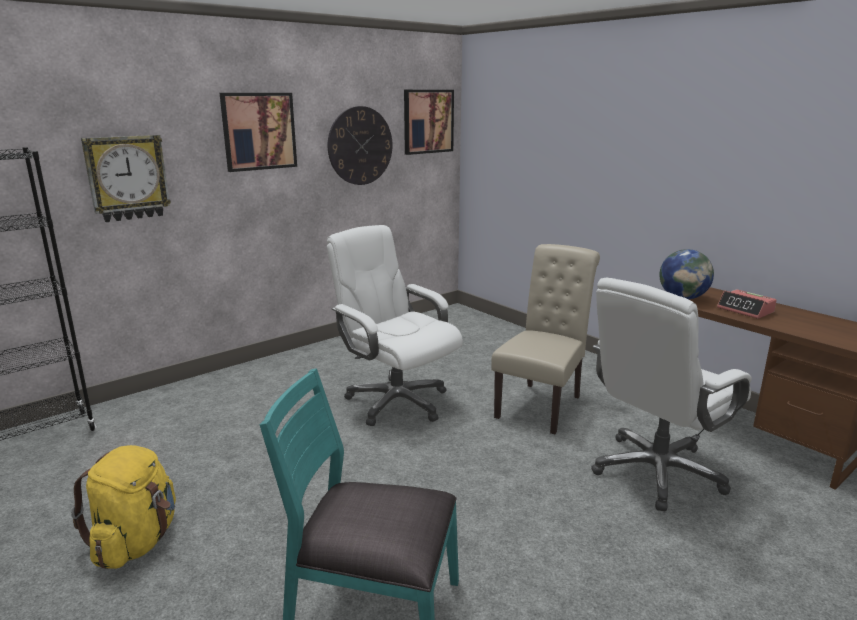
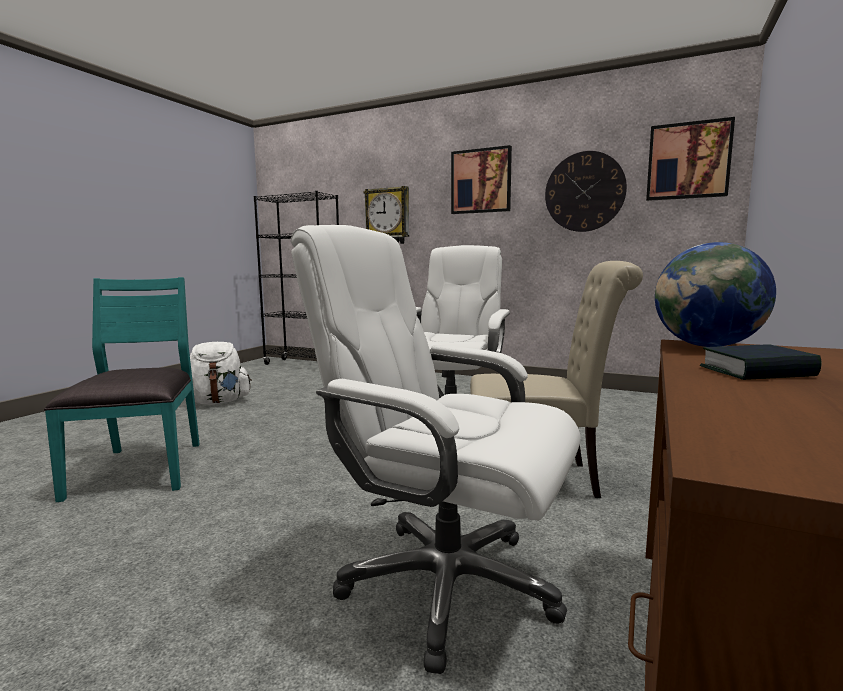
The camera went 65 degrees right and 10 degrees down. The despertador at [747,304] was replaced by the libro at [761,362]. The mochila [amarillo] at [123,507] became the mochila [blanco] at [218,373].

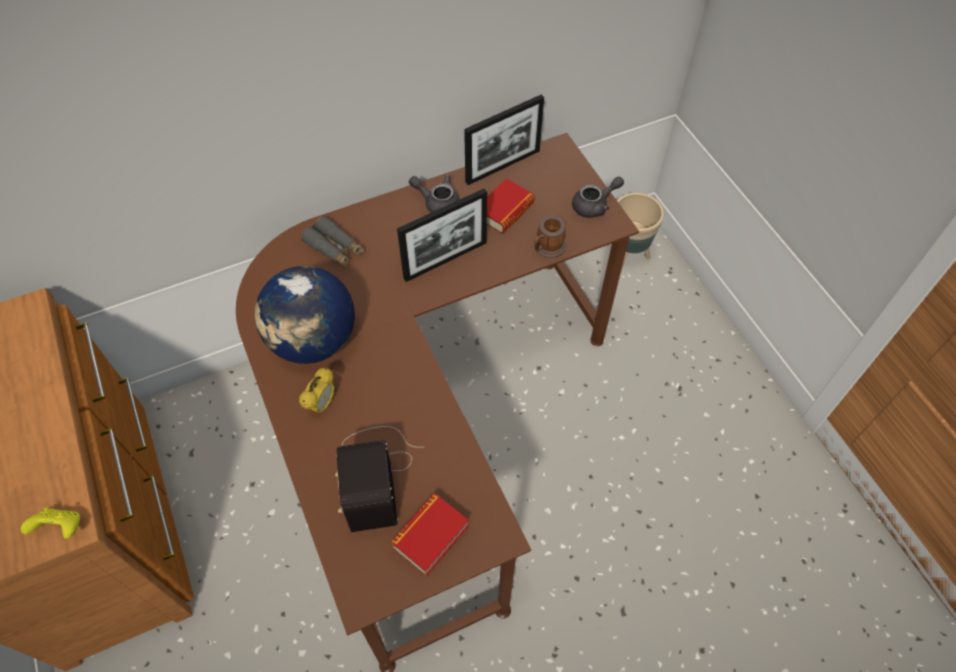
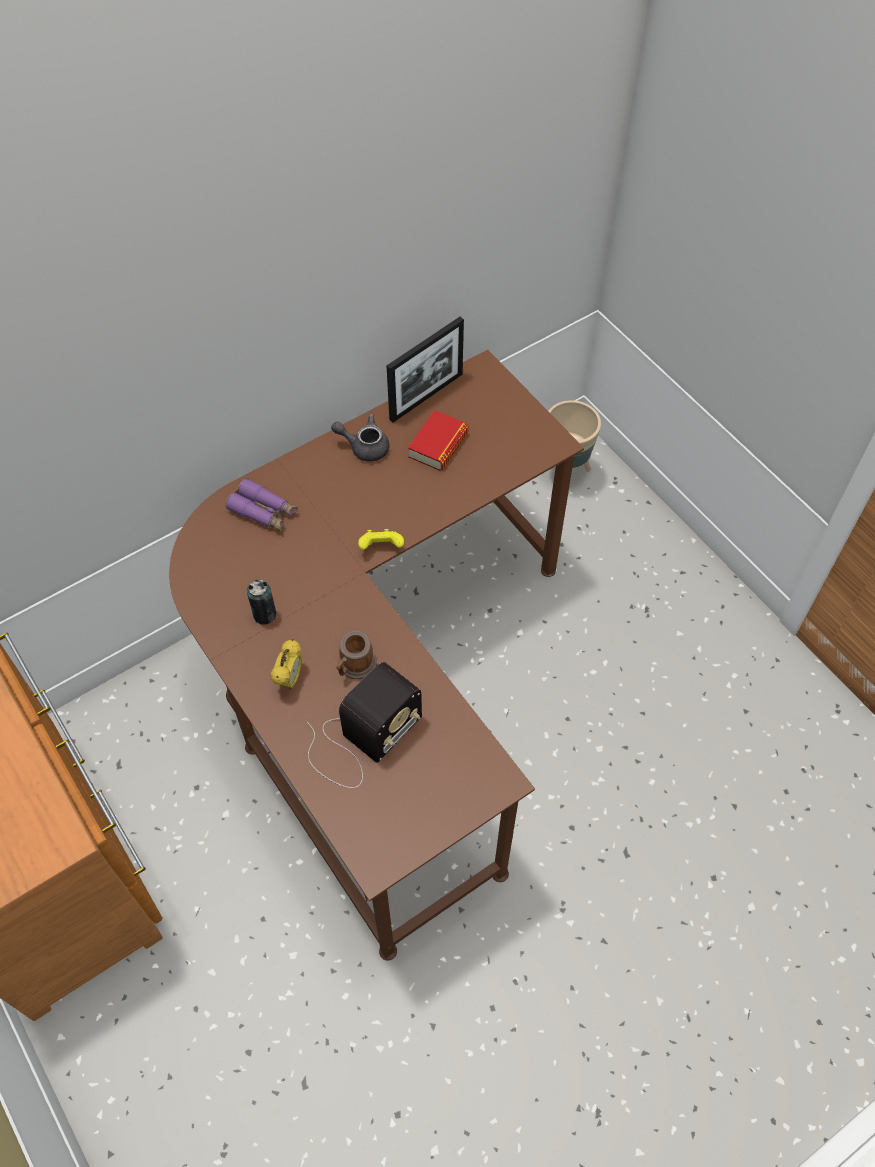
The camera went 10 degrees left and 0 degrees up. The tetera [gris] at [598,197] disappeared. The portarretratos at [442,235] disappeared. The taza grande moved from [550,236] to [356,654]. The prismáticos [gris] at [333,242] became the prismáticos [morado] at [262,504]. The globo terráqueo at [305,315] was replaced by the lata at [261,602]. The radio at [380,479] turned 120 degrees counterclockwise. The libro at [430,535] disappeared. The mando de consola [amarillo] moved from [51,523] to [381,539].

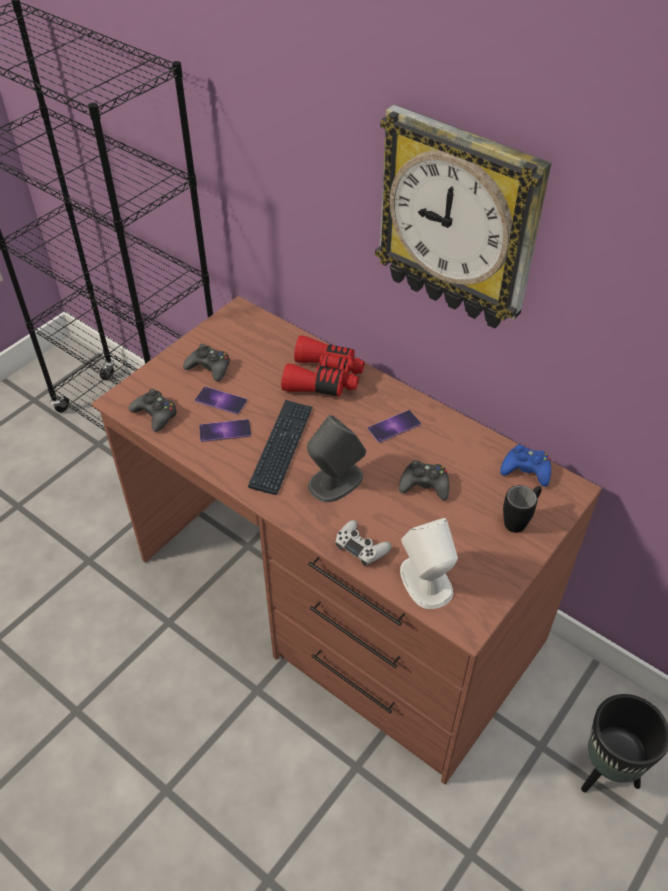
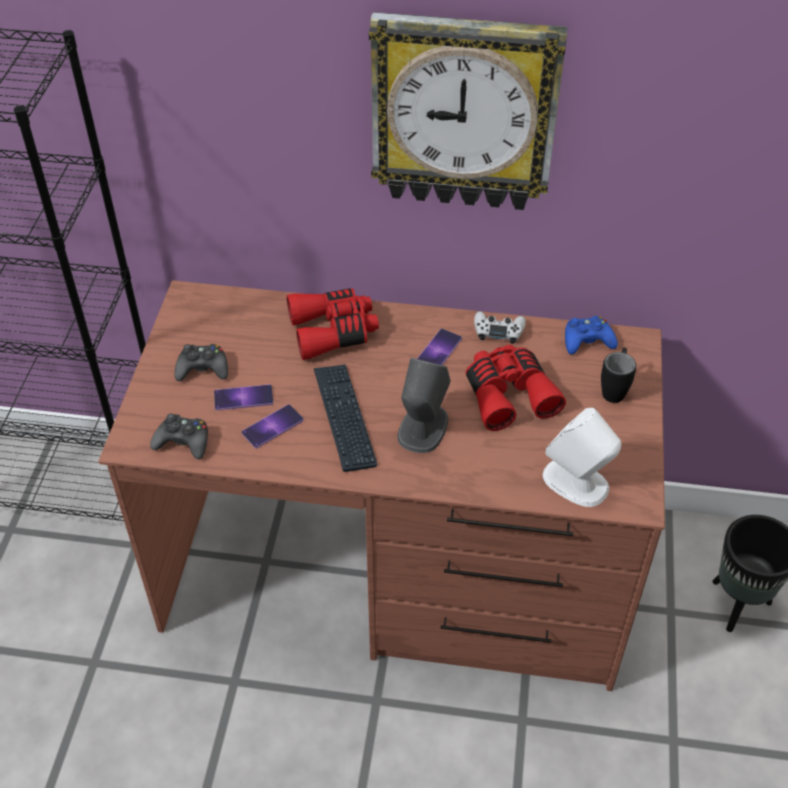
The camera went 30 degrees left and 0 degrees up. The mando de consola [negro] at [424,480] was replaced by the prismáticos [rojo] at [516,388]. The mando de consola [blanco] moved from [363,543] to [500,327].

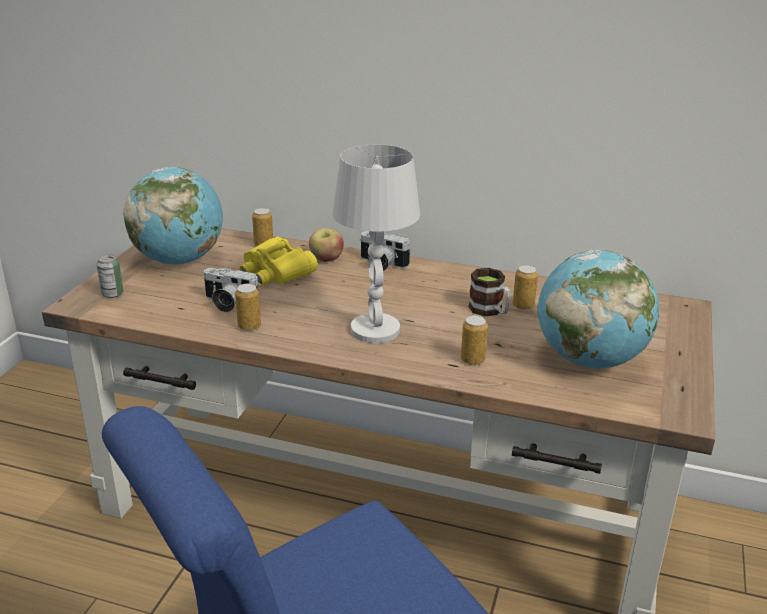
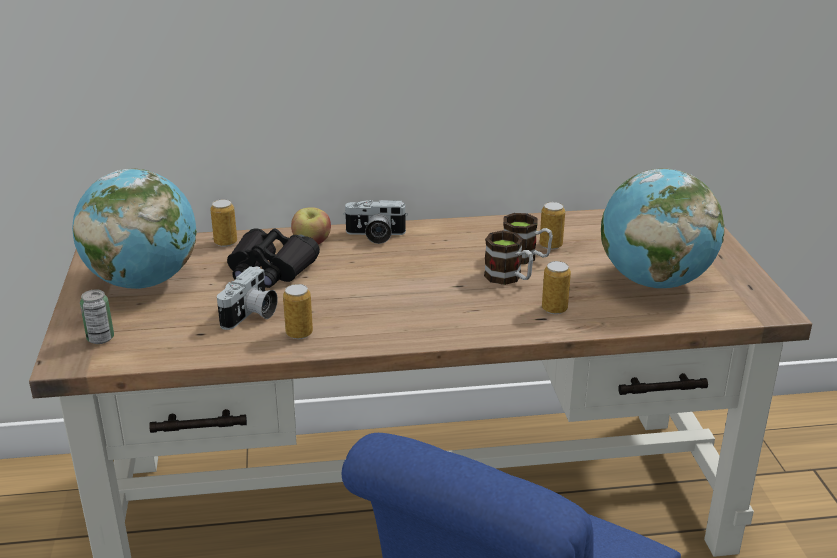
The camera went 25 degrees left and 0 degrees up. The lámpara de mesa [blanco] at [376,243] disappeared. The prismáticos [amarillo] at [279,261] became the prismáticos [negro] at [273,258]. The cámara at [231,290] turned 60 degrees counterclockwise. The taza grande at [508,257] appeared.

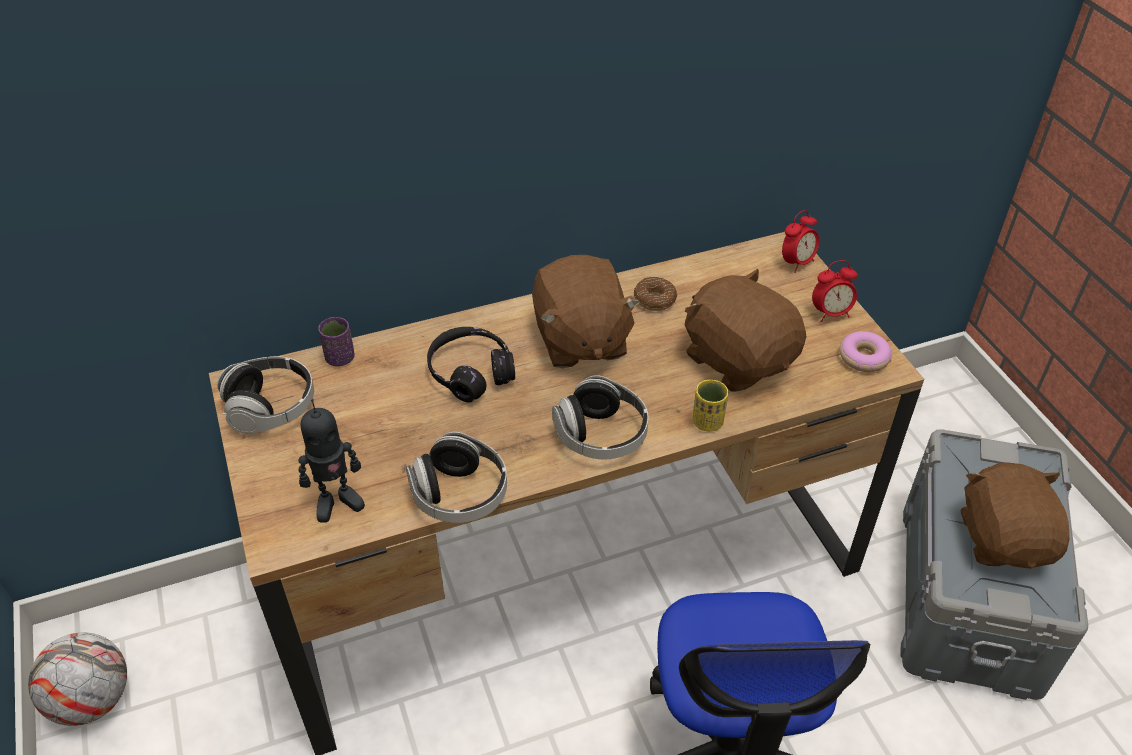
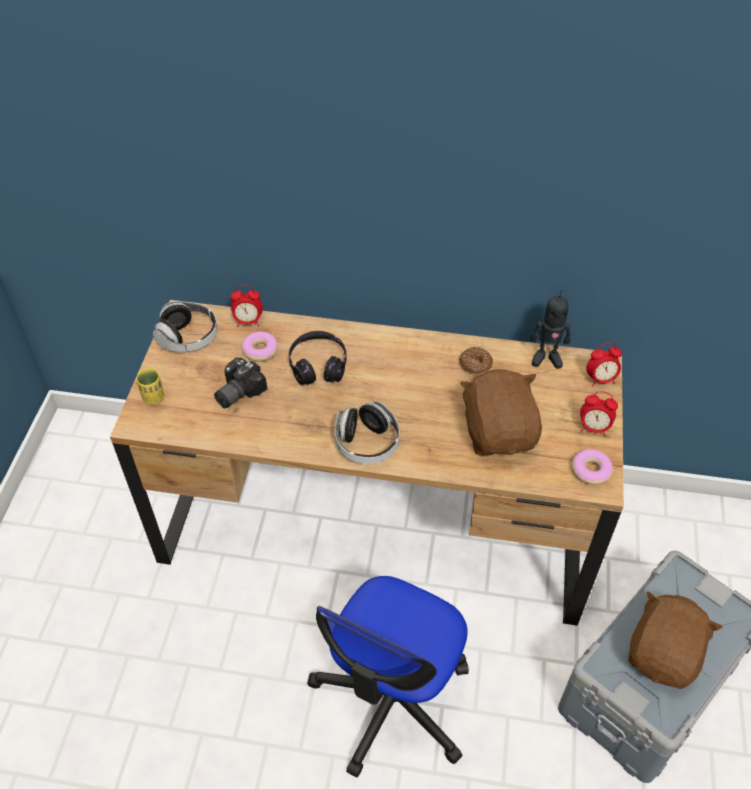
The camera went 30 degrees right and 5 degrees up. The peluche [marrón] at [586,311] disappeared. The taza [morado] at [336,341] was replaced by the despertador at [246,306]. The taza [amarillo] moved from [710,405] to [150,386]. The robot de juguete moved from [331,461] to [551,329]. The auriculares at [456,477] disappeared. The balón de fútbol at [77,679] disappeared. The rosquilla at [260,347] appeared. The cámara at [240,383] appeared.

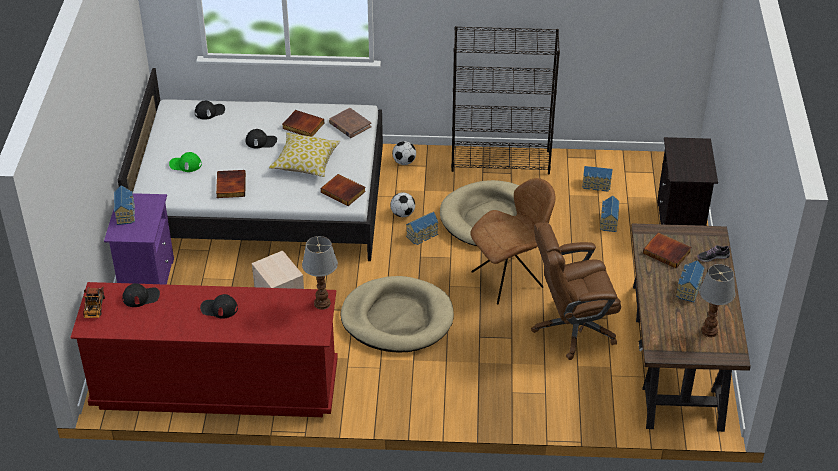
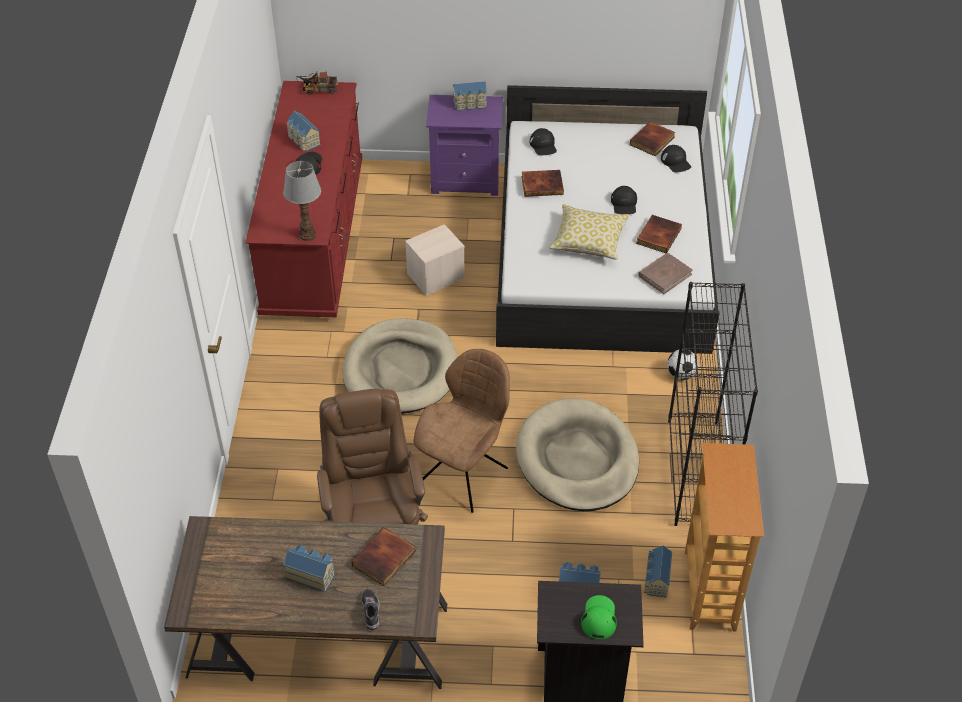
The camera went 90 degrees right and 5 degrees up. The gorra [verde] moved from [185,162] to [599,617]. The libro moved from [343,190] to [652,139]. The silla [marrón] at [512,241] turned 120 degrees counterclockwise. The balón de fútbol at [402,204] disappeared. The casita moved from [422,228] to [304,131]. The lámpara de mesa at [717,300] disappeared. The gorra [negro] moved from [141,295] to [543,141]. The estantería at [724,537] appeared.

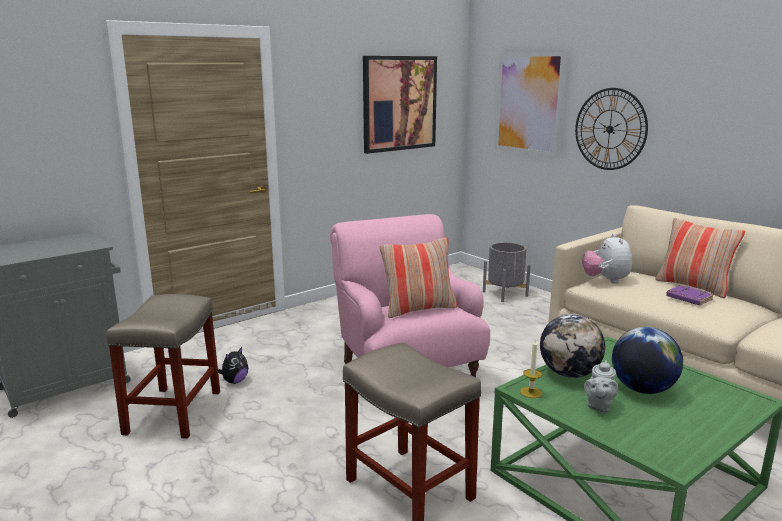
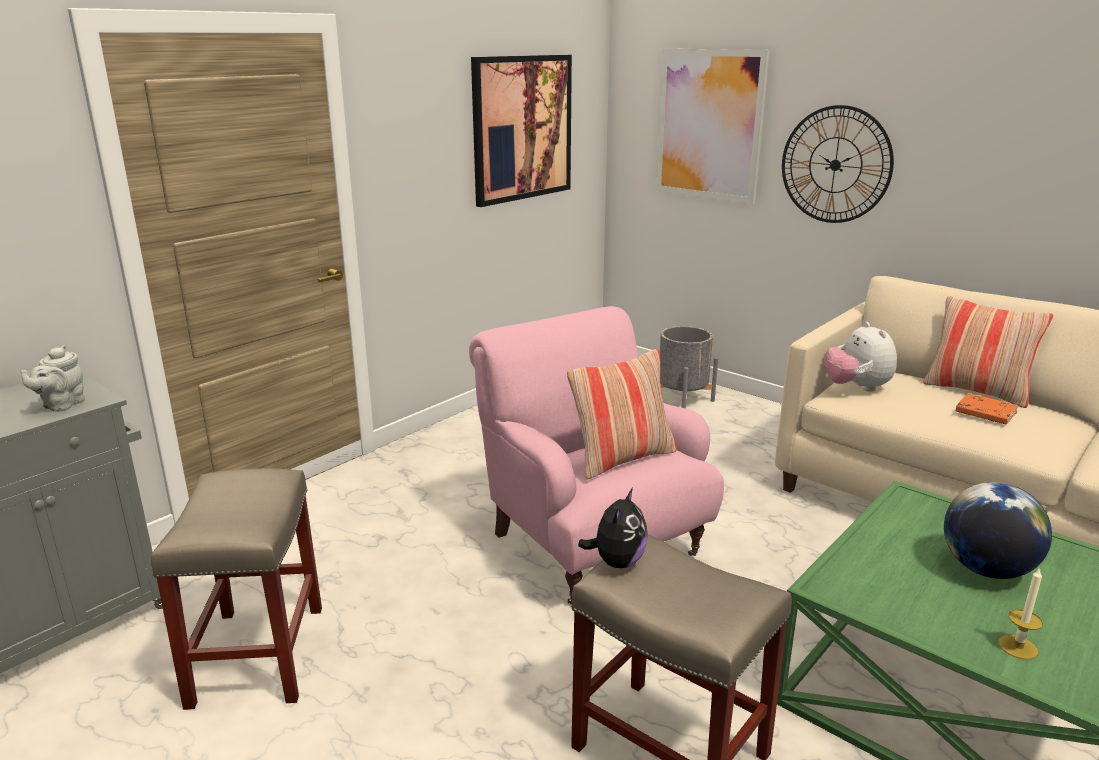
The camera went 10 degrees left and 5 degrees up. The libro [morado] at [690,295] became the libro [naranja] at [987,408]. The globo terráqueo at [572,346] disappeared. The vela moved from [531,368] to [1020,613]. The peluche moved from [233,365] to [613,528]. The tetera [gris] moved from [601,386] to [53,378].

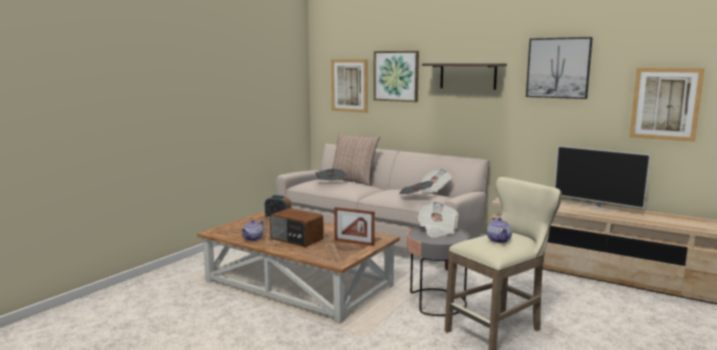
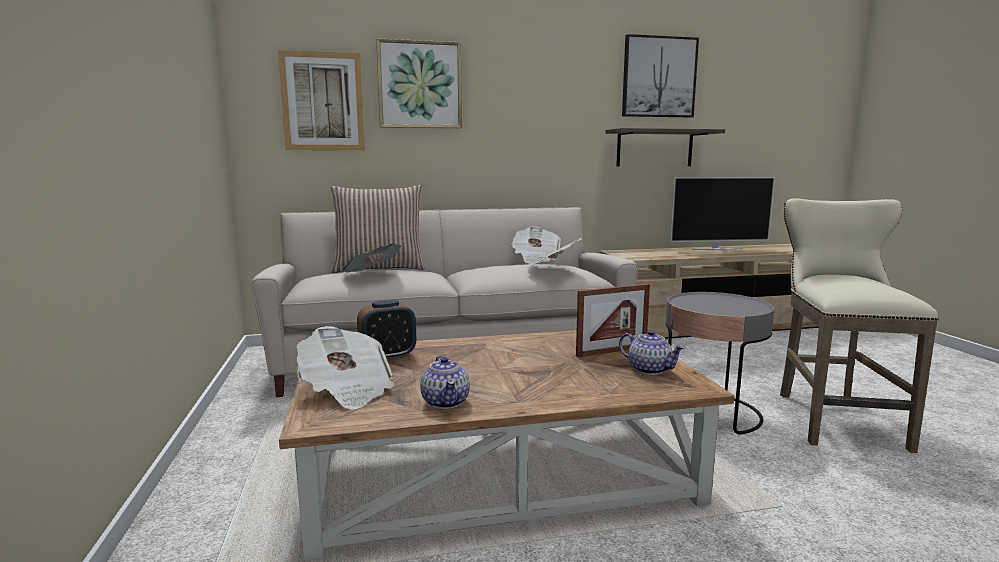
The camera went 45 degrees left and 0 degrees up. The estante moved from [464,76] to [665,147]. The cuadro at [667,105] disappeared. The periódico moved from [438,219] to [345,368]. The radio at [297,227] disappeared. The tetera moved from [499,230] to [652,352].

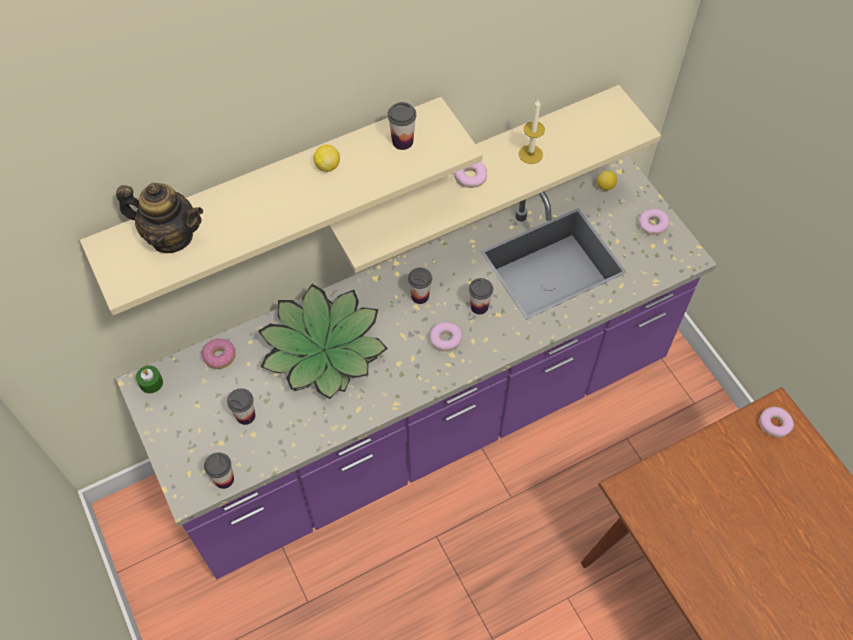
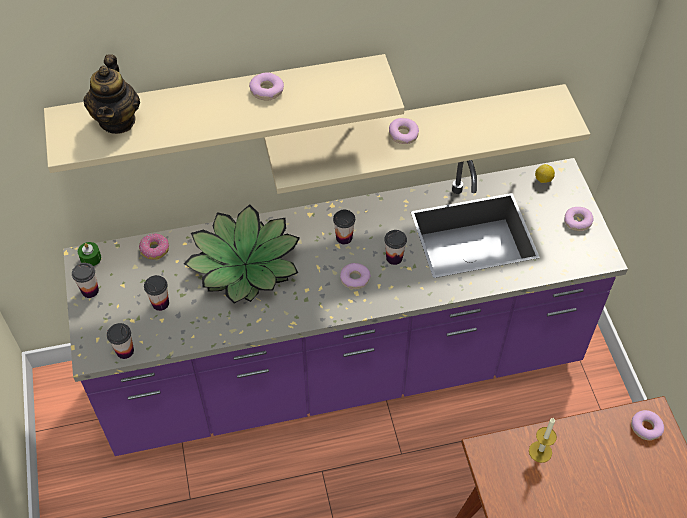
The camera went 15 degrees right and 5 degrees down. The vela moved from [532,131] to [543,440]. The taza moved from [401,126] to [85,280]. The limón at [326,158] was replaced by the rosquilla at [266,87]. The tetera at [159,218] turned 60 degrees clockwise.

